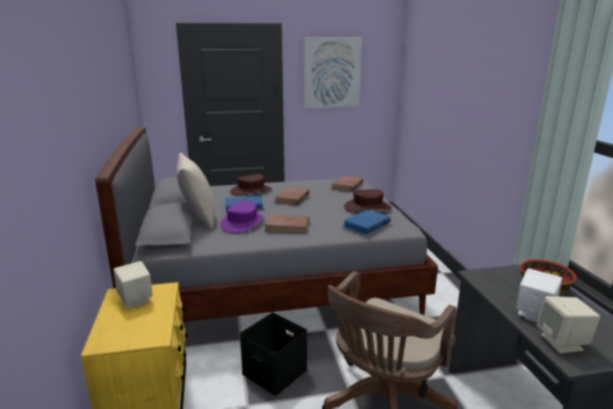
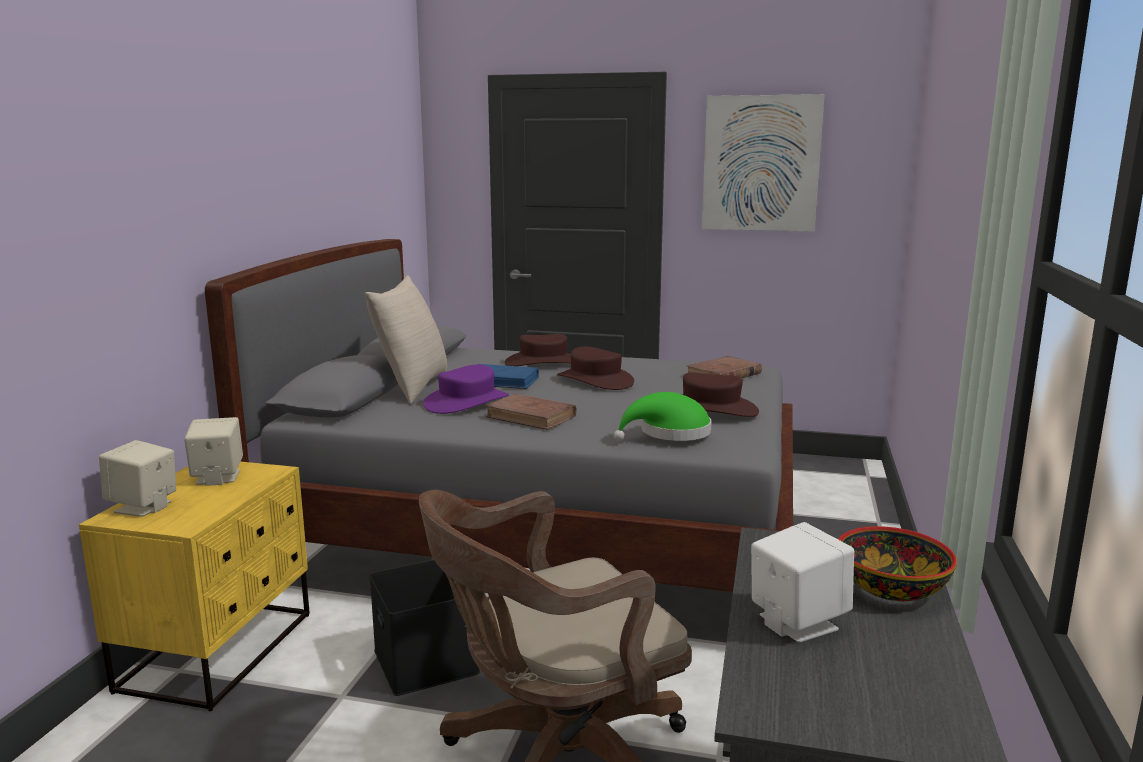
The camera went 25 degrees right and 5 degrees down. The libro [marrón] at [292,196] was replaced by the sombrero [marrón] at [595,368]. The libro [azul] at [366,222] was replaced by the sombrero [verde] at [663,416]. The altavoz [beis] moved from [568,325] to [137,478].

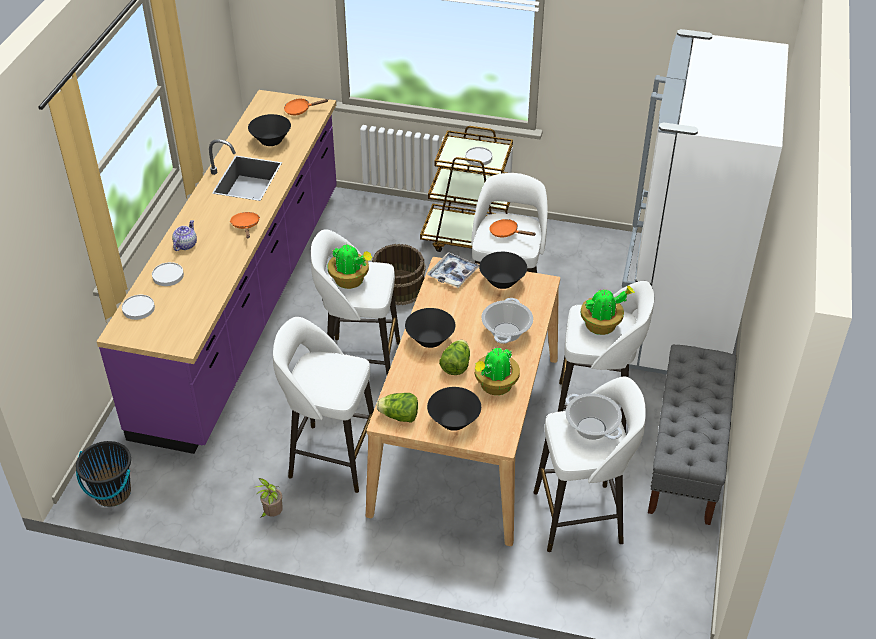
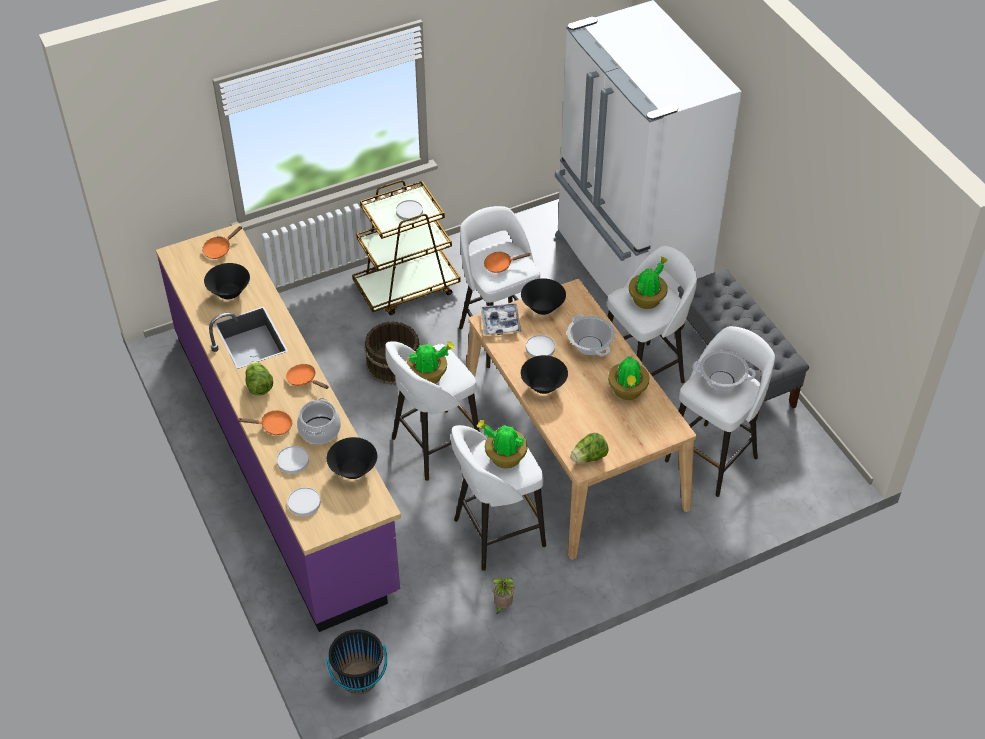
The camera went 40 degrees left and 5 degrees up. The tetera at [184,235] was replaced by the sartén [naranja] at [264,422]. The lechuga moved from [454,357] to [259,378]. The cuenco [negro] moved from [454,409] to [352,458]. The plato [blanco] at [540,346] appeared. The olla at [319,421] appeared. The planta en maceta at [502,444] appeared.

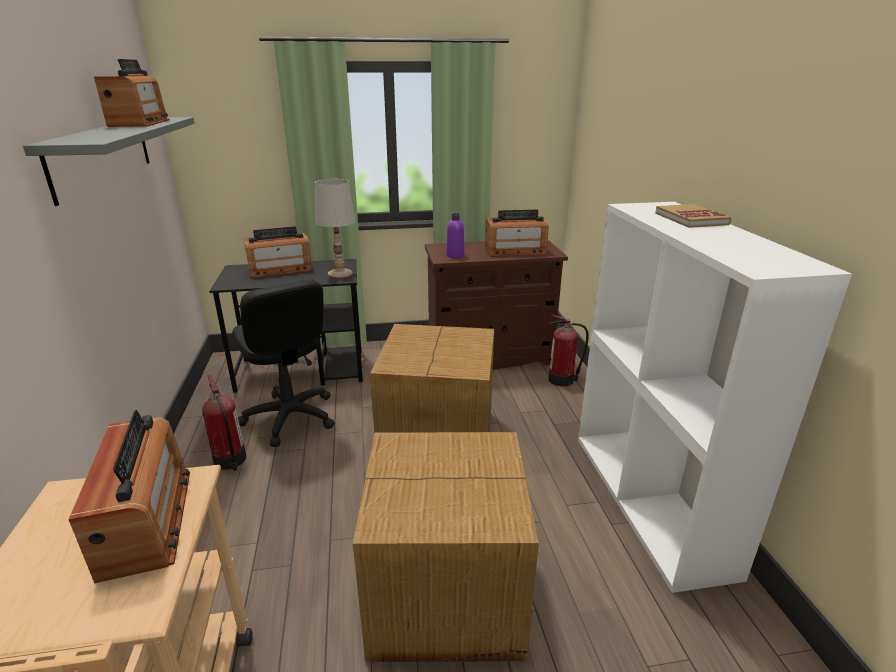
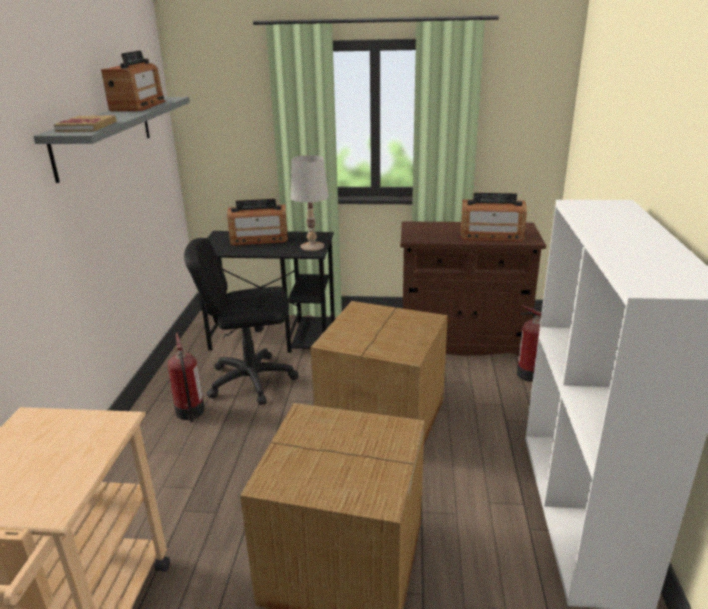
The camera went 15 degrees right and 0 degrees up. The libro moved from [693,216] to [85,123]. The botella [morado] at [455,235] disappeared. The silla de oficina [negro] at [283,363] turned 105 degrees clockwise. The radio at [129,496] disappeared.

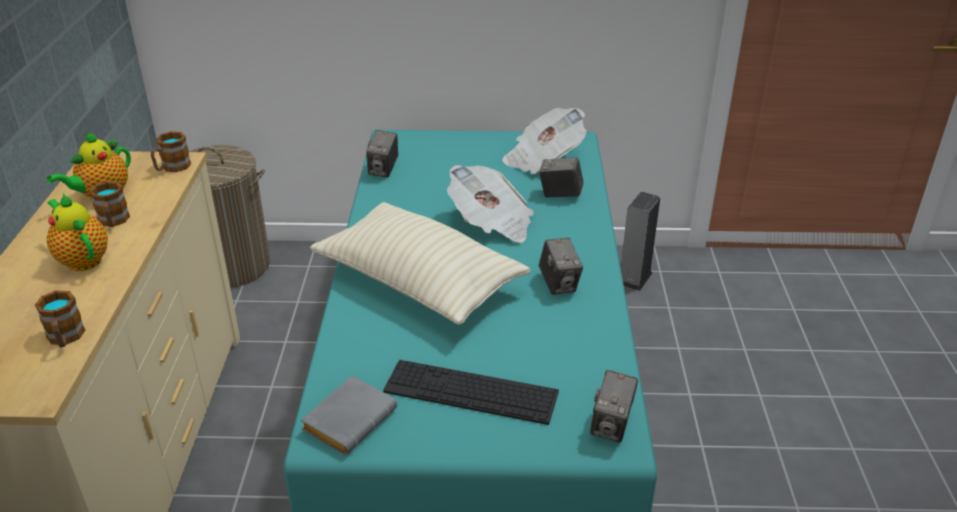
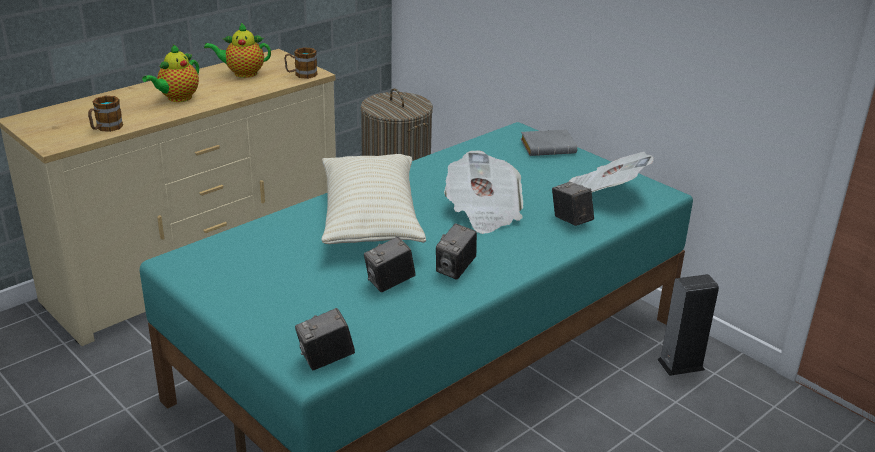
The camera went 45 degrees right and 5 degrees down. The cámara moved from [382,153] to [390,264]. The taza grande at [109,204] disappeared. The tetera at [77,232] turned 150 degrees counterclockwise. The teclado at [471,392] disappeared. The libro [gris] moved from [349,415] to [549,142].

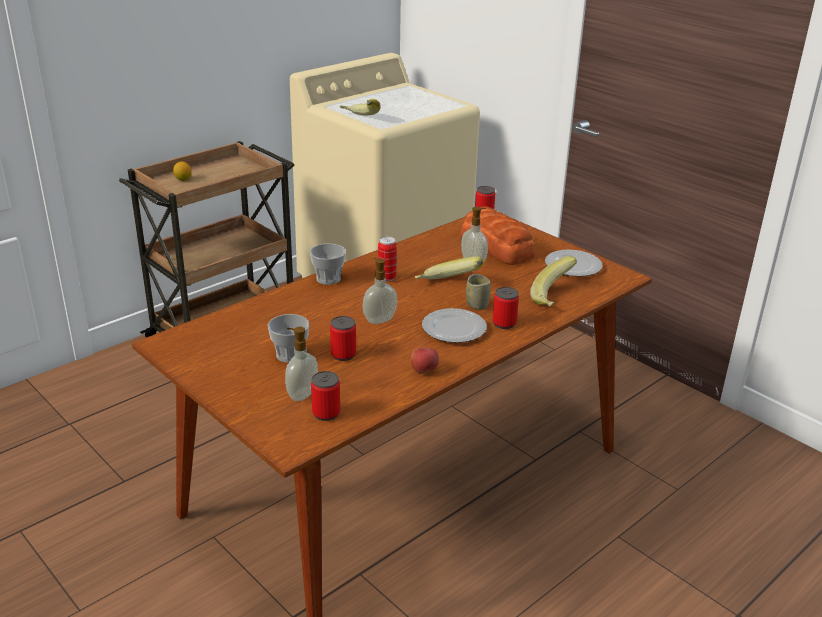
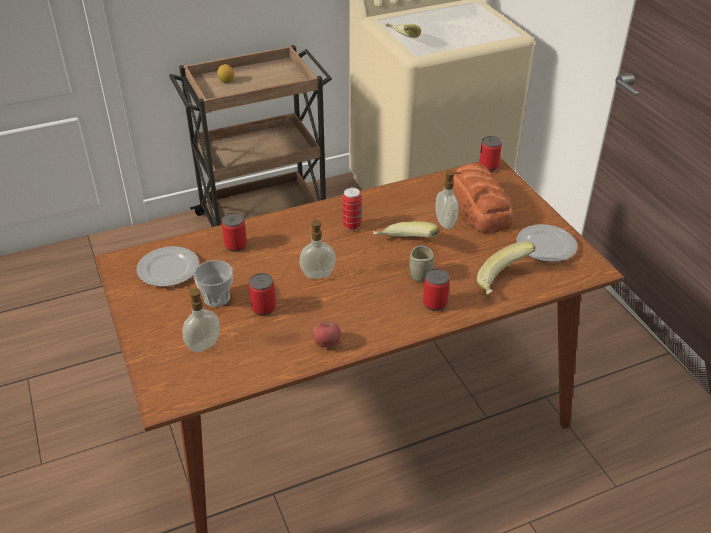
The camera went 20 degrees right and 10 degrees up. The taza at [328,264] disappeared. The plato moved from [454,325] to [167,266]. The lata moved from [325,396] to [234,232].

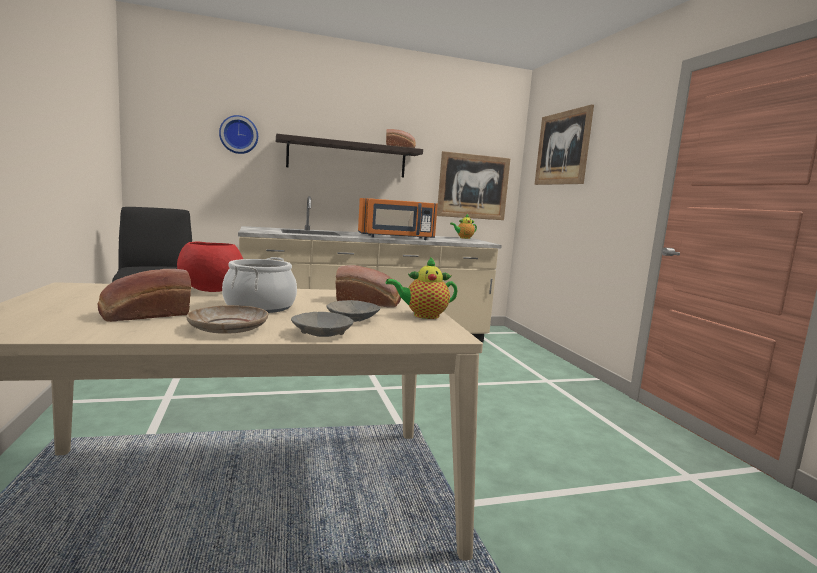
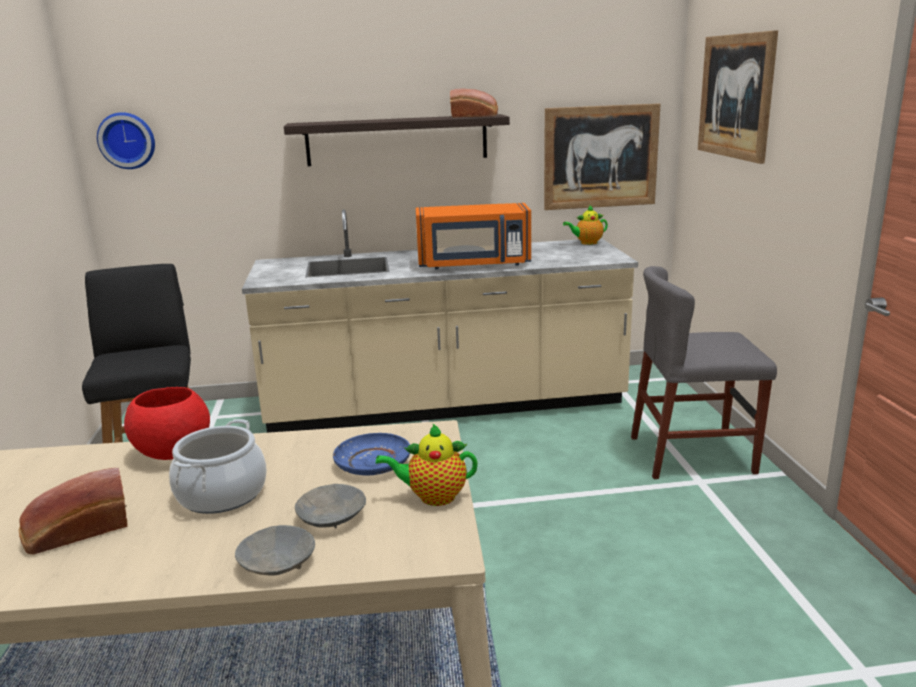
The camera went 10 degrees right and 10 degrees up. The reloj de pared moved from [238,134] to [126,140]. The pan at [368,286] was replaced by the plato [azul] at [371,454]. The plato [beis] at [227,319] disappeared. The silla [gris] at [704,372] appeared.

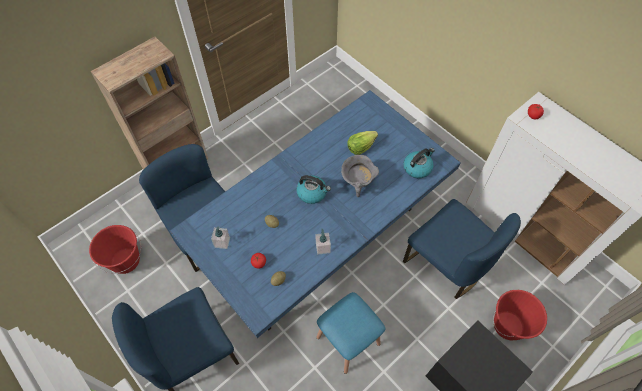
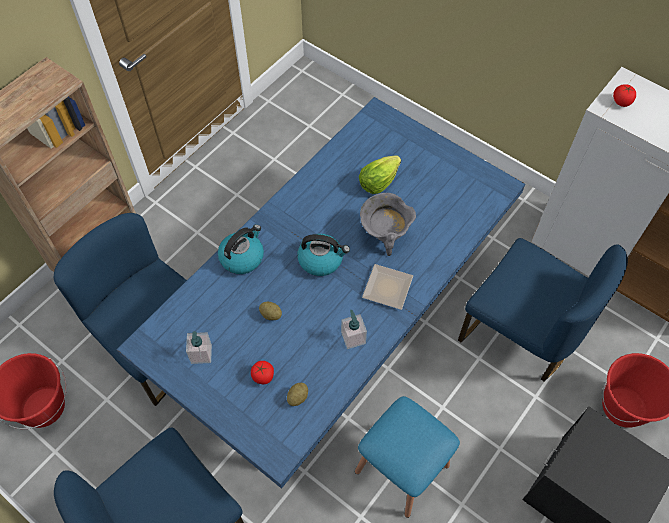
The camera went 10 degrees left and 0 degrees up. The hervidor moved from [419,163] to [241,249]. The plato at [387,287] appeared.

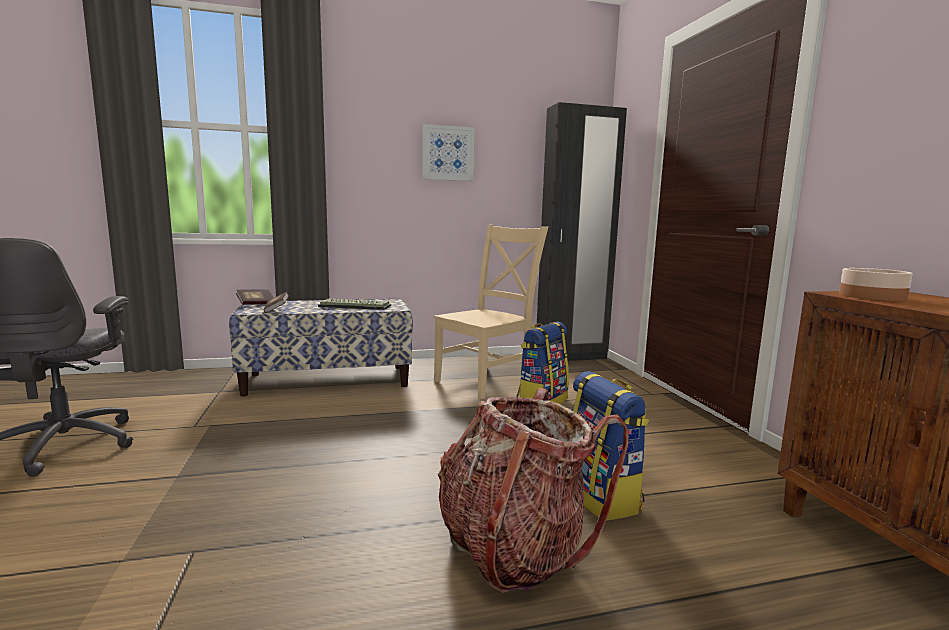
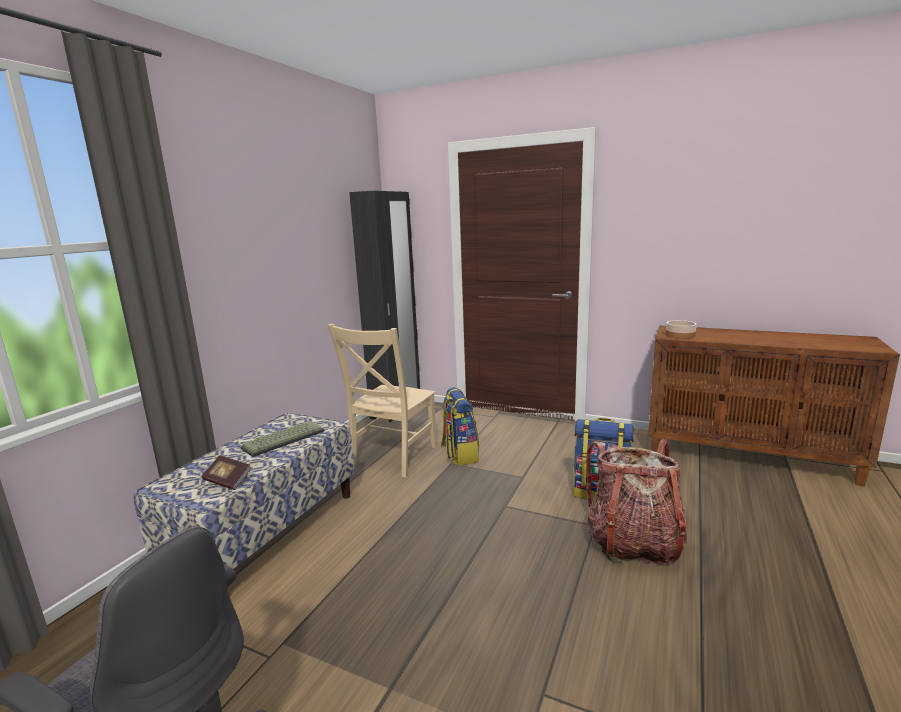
The camera went 50 degrees left and 5 degrees up. The cuadro at [448,152] disappeared. The silla [beis] at [490,312] turned 150 degrees counterclockwise. The libro at [255,297] disappeared.

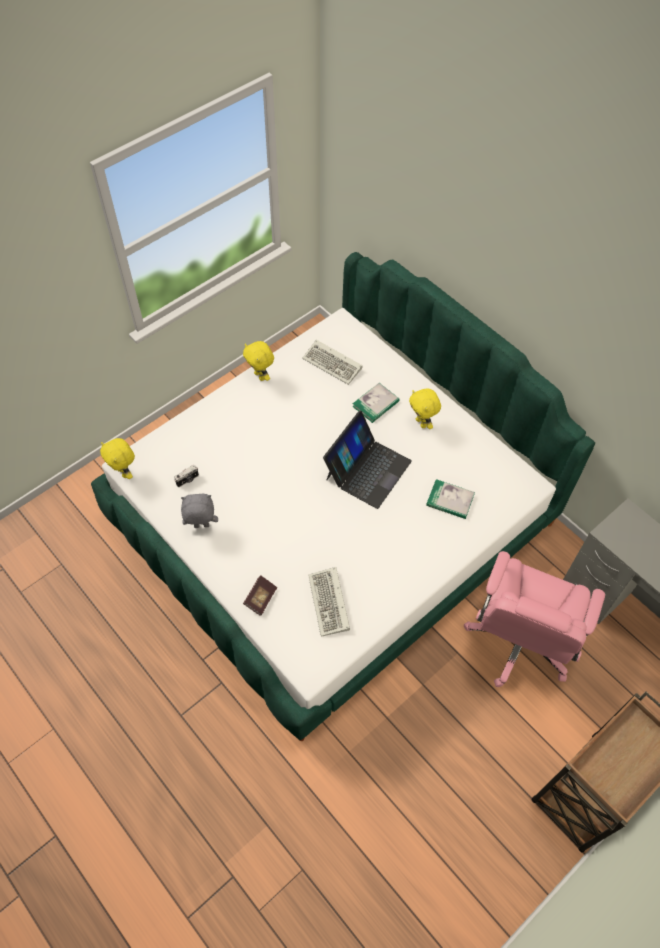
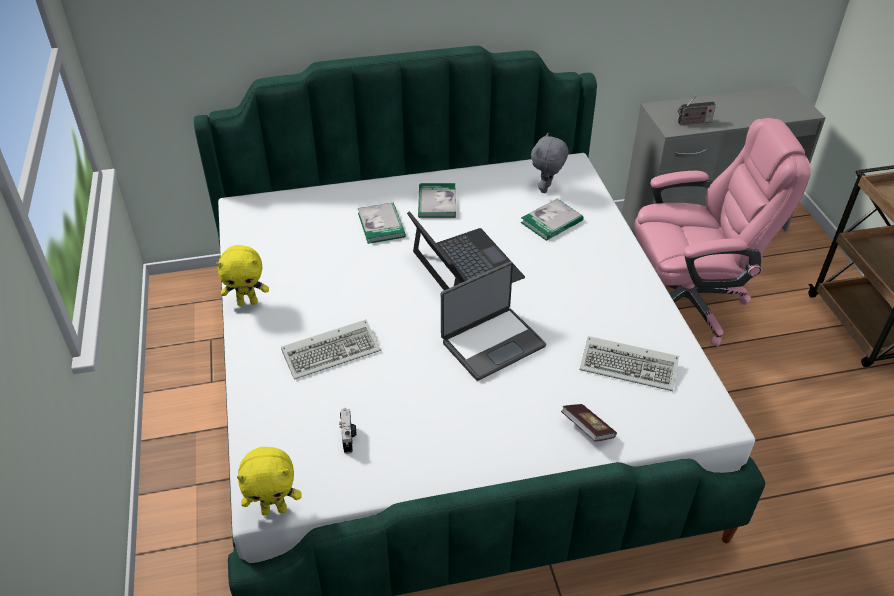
The camera went 60 degrees left and 15 degrees down. The teclado moved from [332,362] to [331,350]. The peluche [amarillo] at [425,409] was replaced by the libro at [437,200]. The peluche [gris] moved from [199,511] to [549,163]. The silla de oficina [rosa] at [534,619] turned 60 degrees counterclockwise. The radio at [697,110] appeared. The portátil at [493,321] appeared.

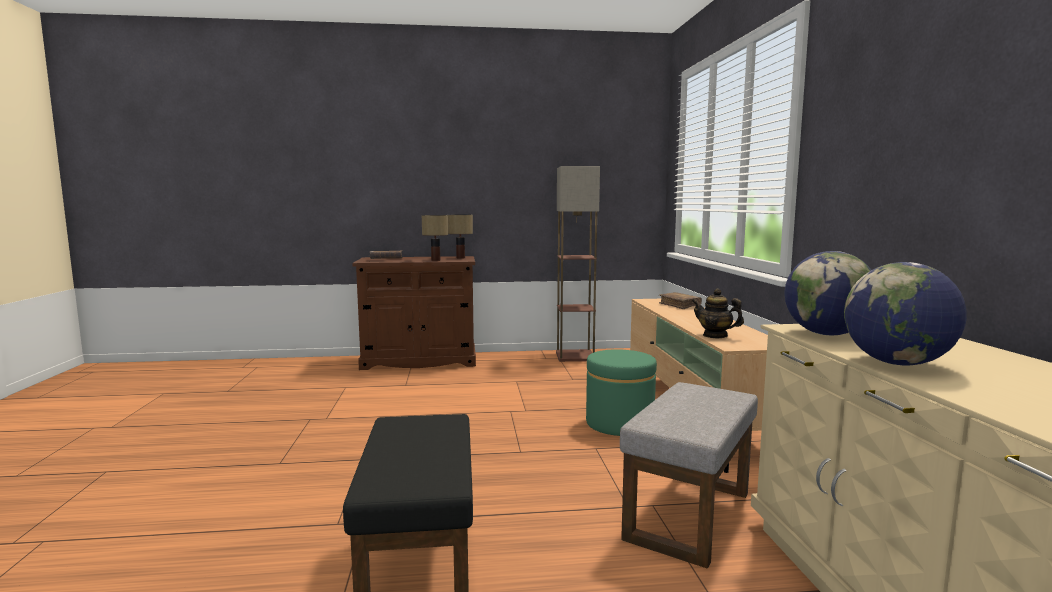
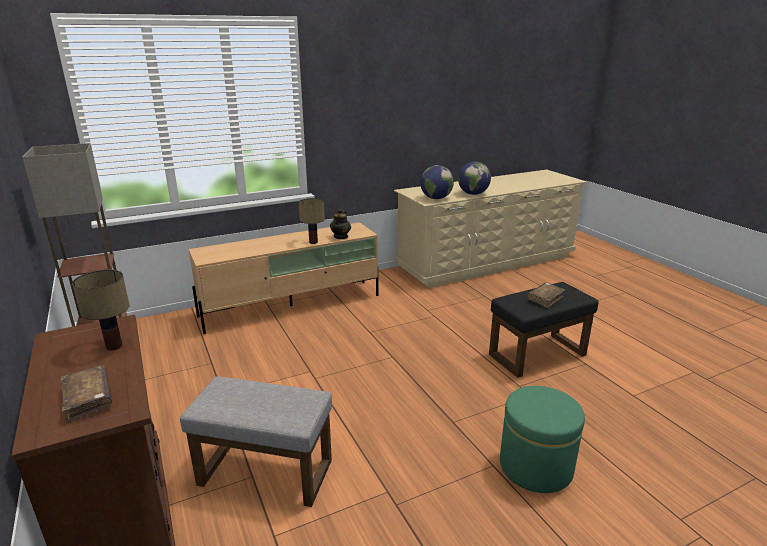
The camera went 110 degrees left and 15 degrees up. The lámpara de mesa moved from [460,236] to [312,221]. The libro [marrón] moved from [680,300] to [546,296]. The puf [verde] moved from [621,392] to [542,439]. The puf [gris] moved from [689,475] to [256,441].

